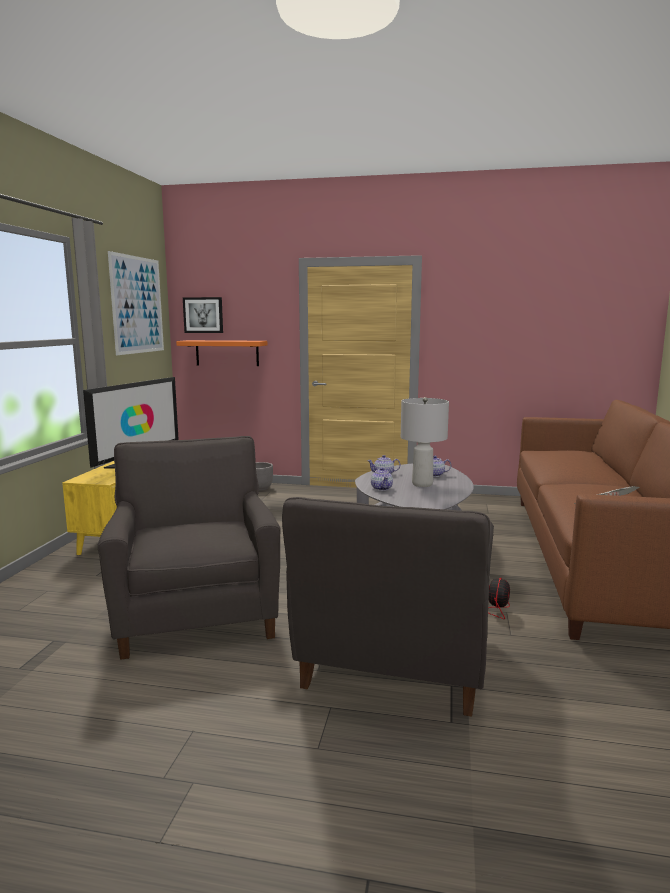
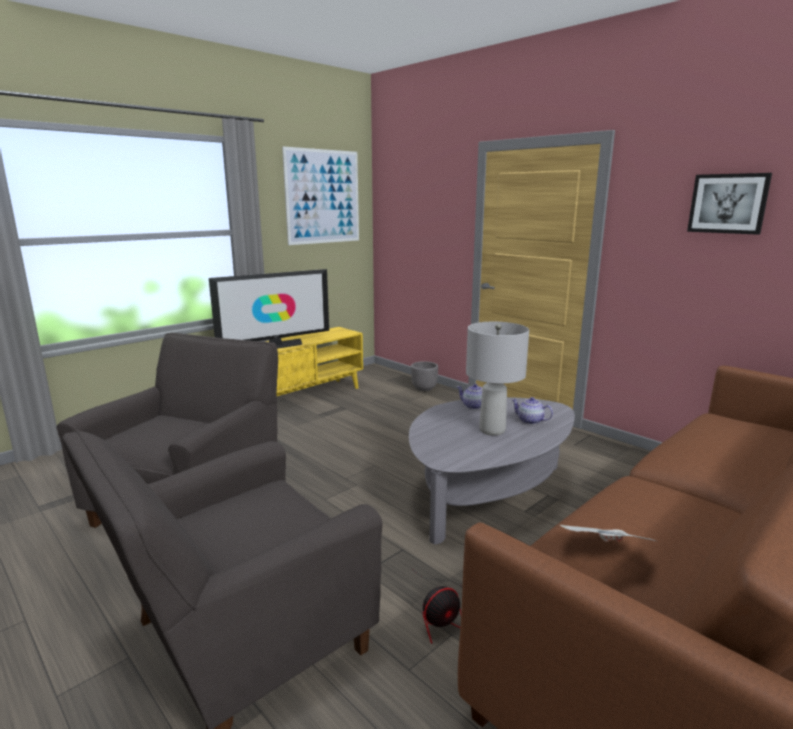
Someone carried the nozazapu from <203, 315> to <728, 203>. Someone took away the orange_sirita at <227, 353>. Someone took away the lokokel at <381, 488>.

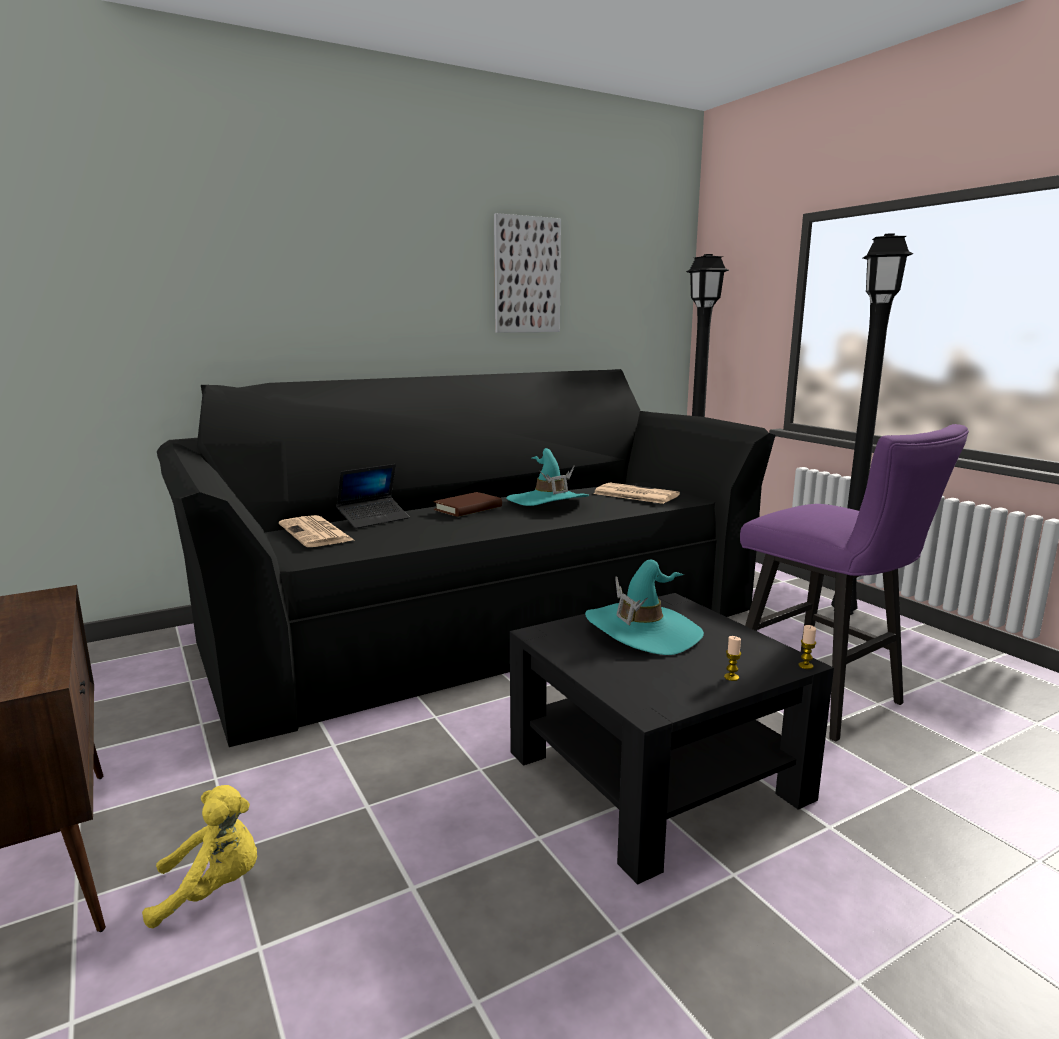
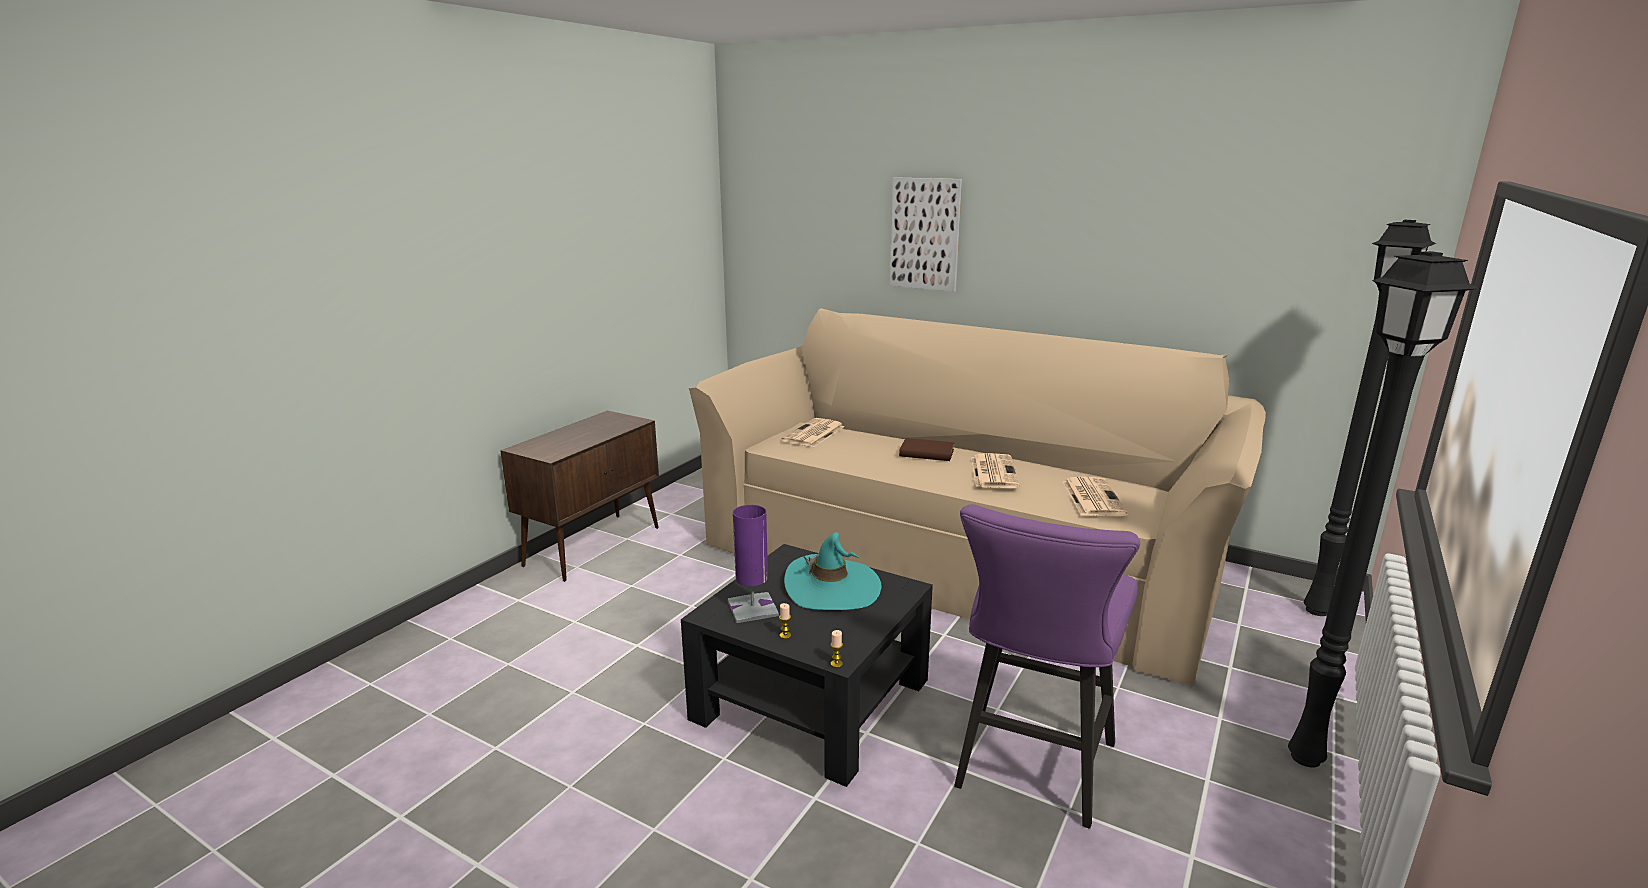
Someone repainted the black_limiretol at <477, 618>, which became the beige_limiretol at <961, 554>. Someone put down the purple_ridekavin at <752, 608>. Someone carried the nozazapu from <527, 275> to <925, 234>. Someone swapped the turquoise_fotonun at <547, 501> for the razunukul at <993, 472>. Someone took away the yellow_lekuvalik at <213, 889>. Someone took away the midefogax at <374, 519>.

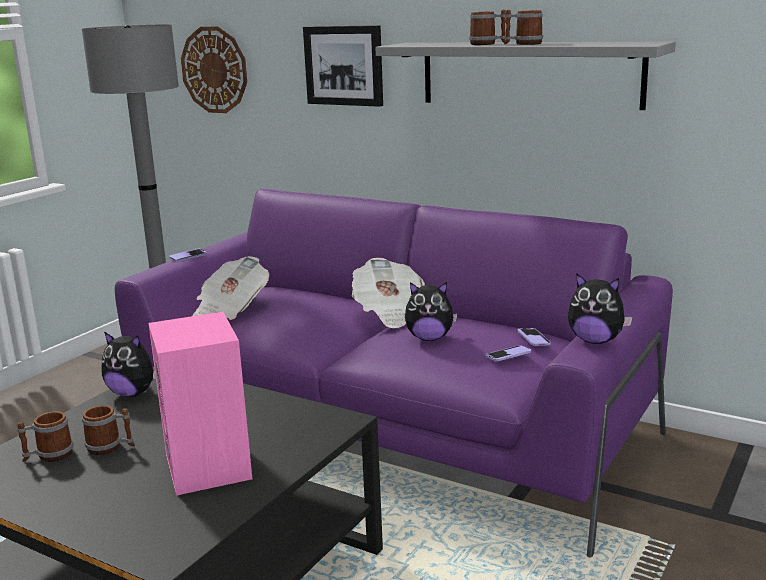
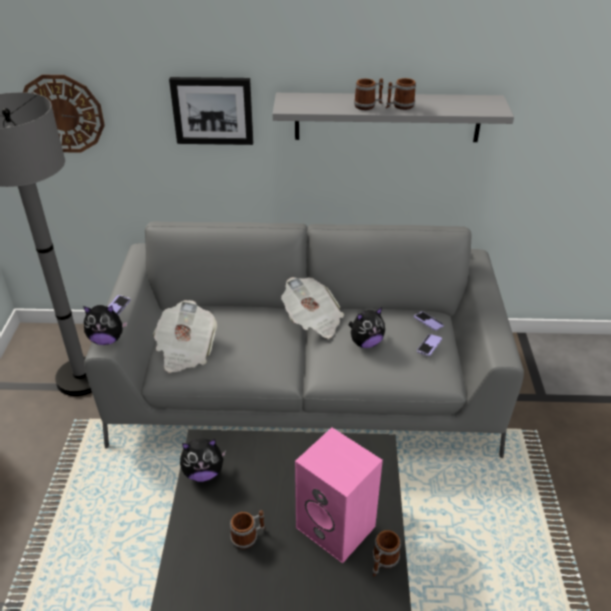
Someone carried the lekuvalik from <595, 340> to <107, 340>. Someone repainted the purple_limiretol at <388, 426>, which became the grey_limiretol at <305, 388>. Someone carried the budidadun from <48, 456> to <383, 562>.

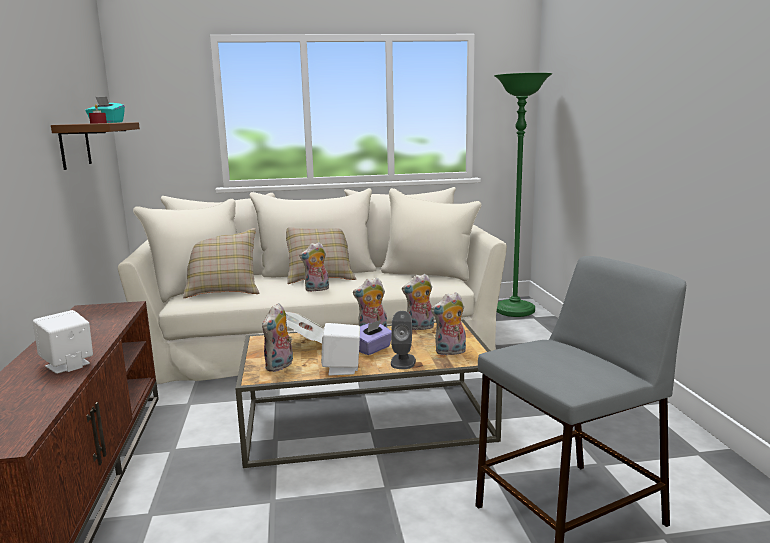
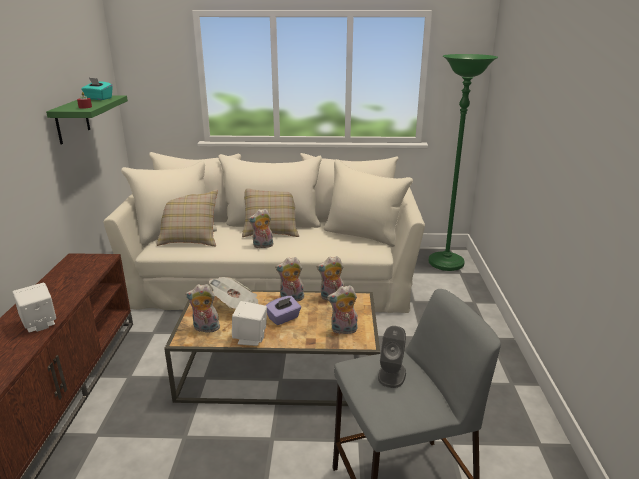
Someone repainted the brown_sirita at <74, 145>, which became the green_sirita at <72, 119>. Someone rotated the lekuvalik at <280, 366> by 60 degrees clockwise. Someone carried the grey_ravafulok from <403, 361> to <392, 374>.

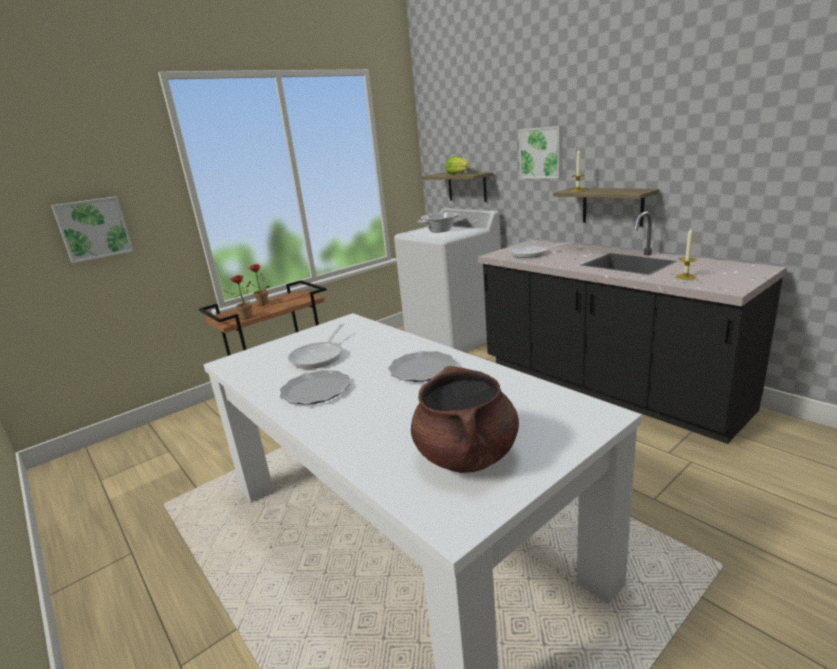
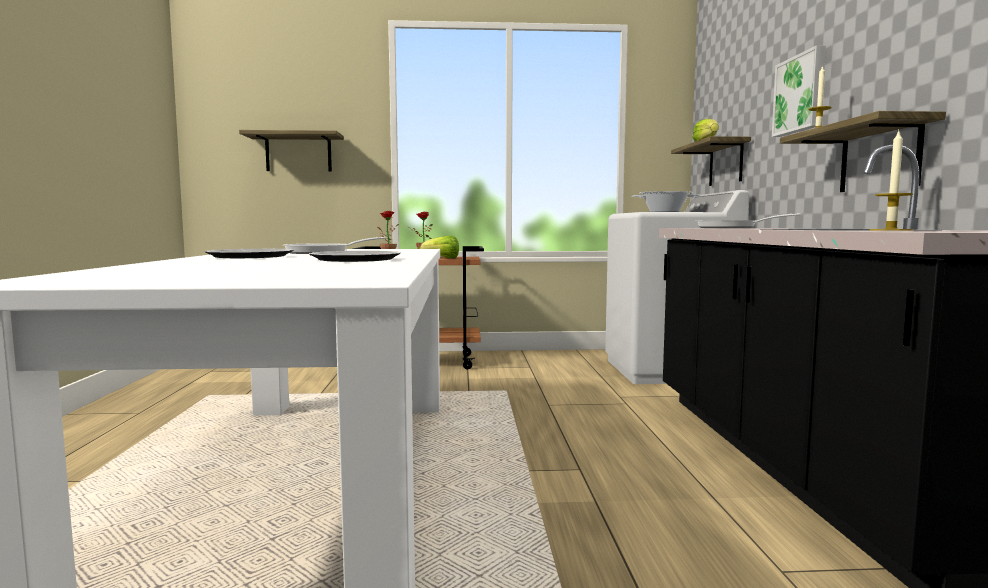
Someone swapped the nozazapu at <93, 229> for the sirita at <298, 153>. Someone put down the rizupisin at <442, 258>. Someone took away the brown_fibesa at <466, 455>.

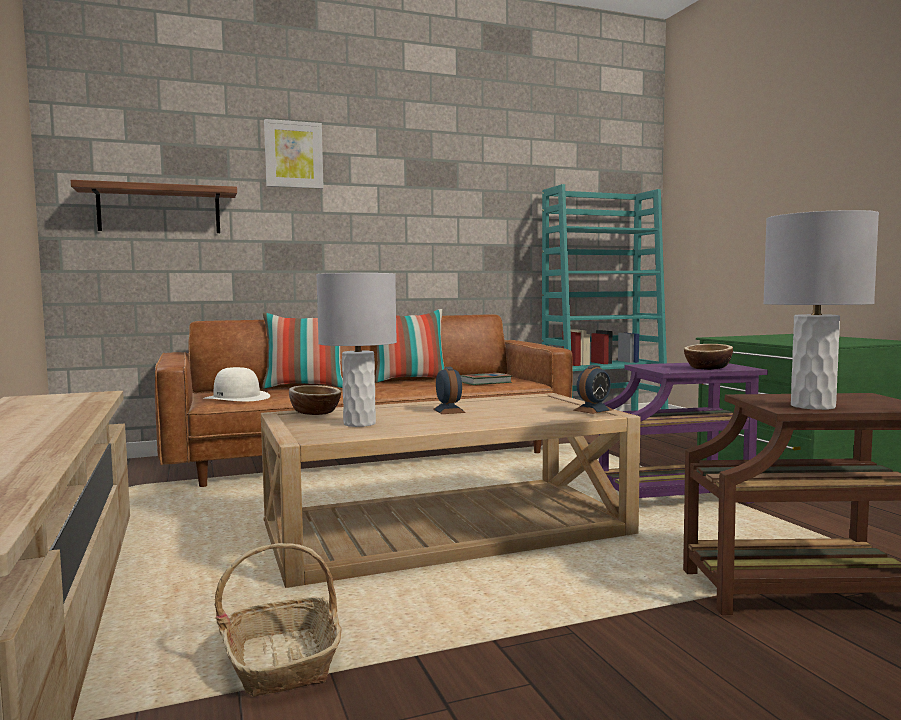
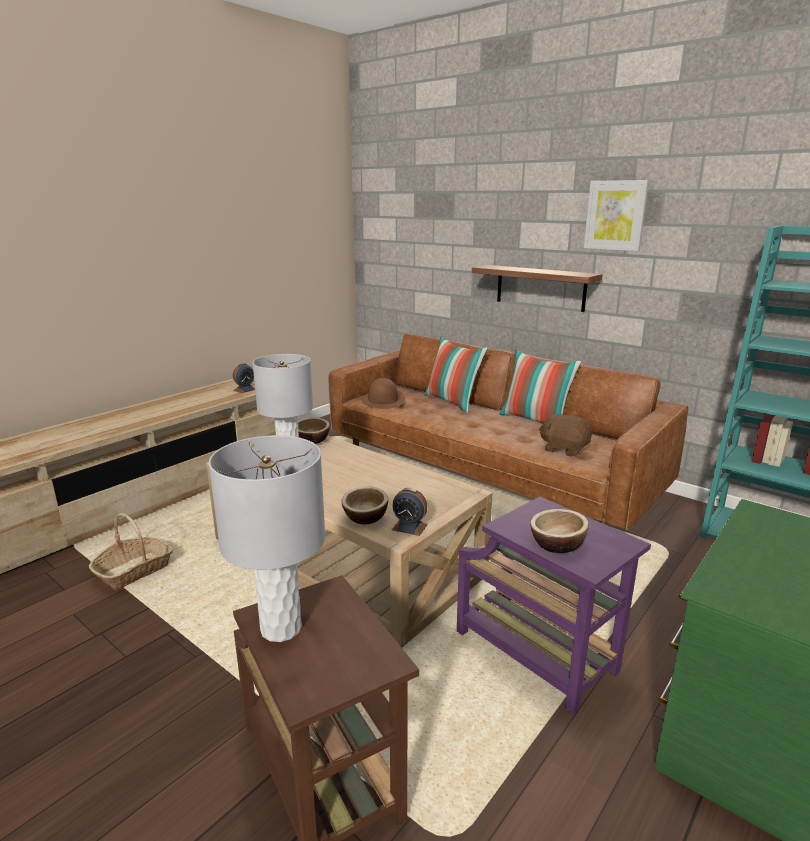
Someone carried the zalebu from <449, 411> to <245, 389>. Someone put down the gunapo at <365, 517>. Someone repainted the white_fotonun at <237, 397>, which became the brown_fotonun at <383, 400>. Someone carried the sirita from <159, 210> to <540, 287>. Someone swapped the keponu at <485, 382> for the brown_lekuvalik at <564, 449>. Someone carried the nozazapu from <293, 155> to <615, 215>.

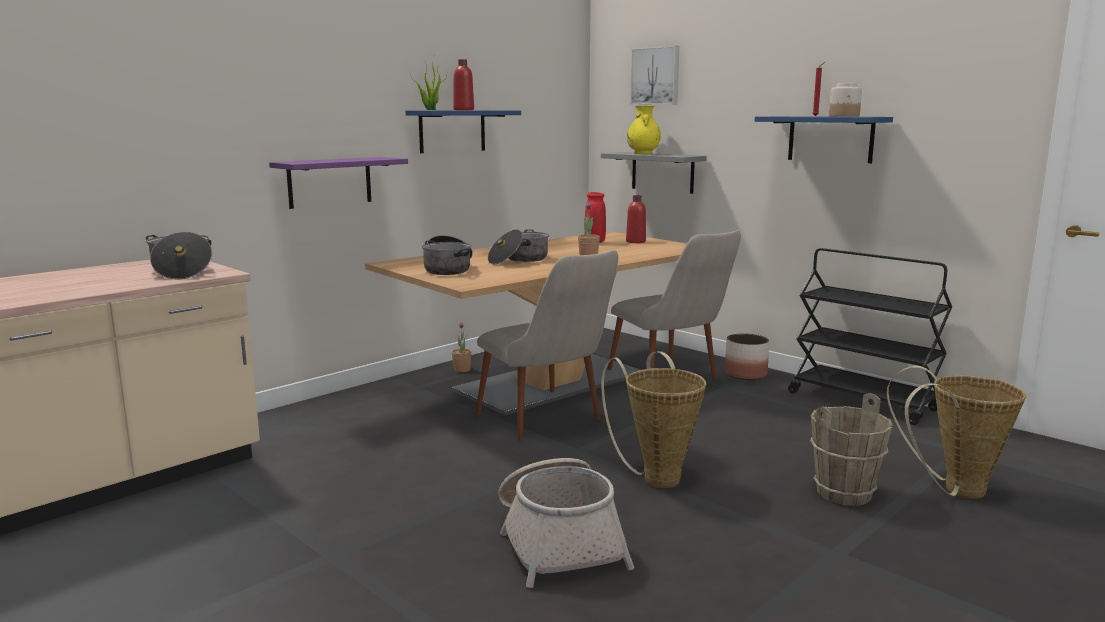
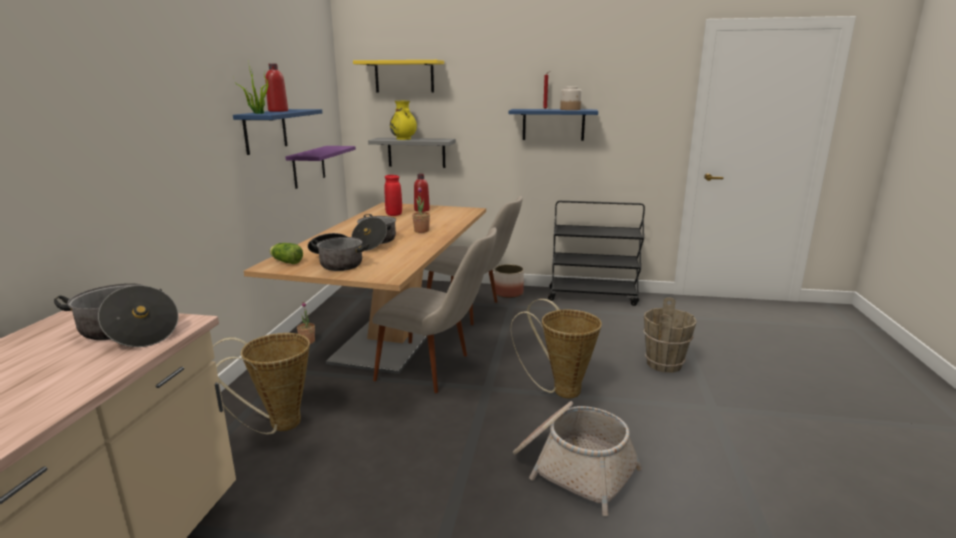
Someone carried the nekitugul from <954, 490> to <277, 425>. Someone put down the rizupisin at <286, 262>. Someone carried the purple_sirita from <330, 182> to <309, 166>. Someone swapped the nozazapu at <656, 76> for the yellow_sirita at <404, 76>.

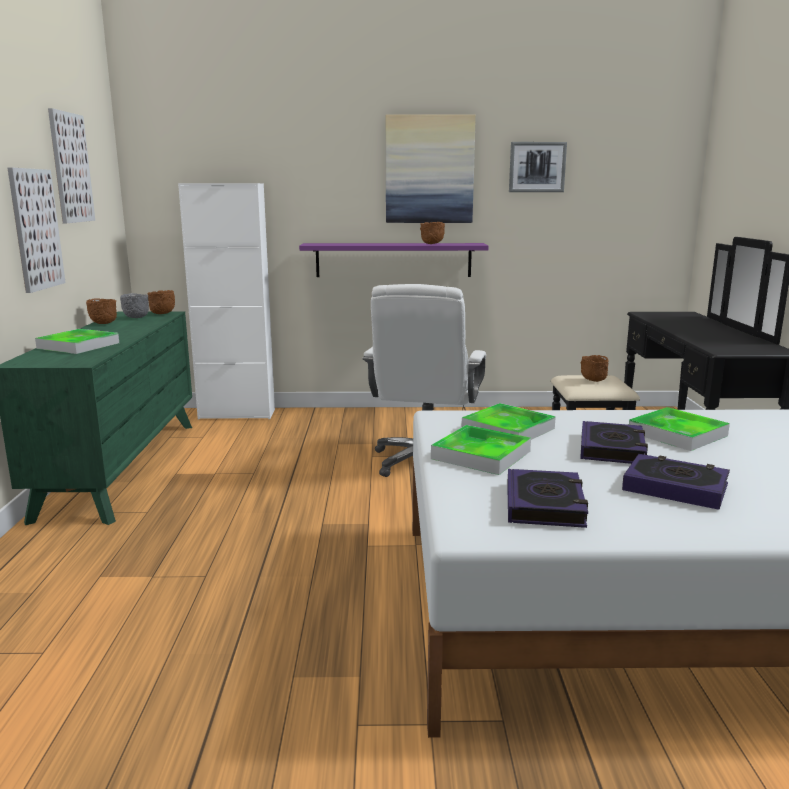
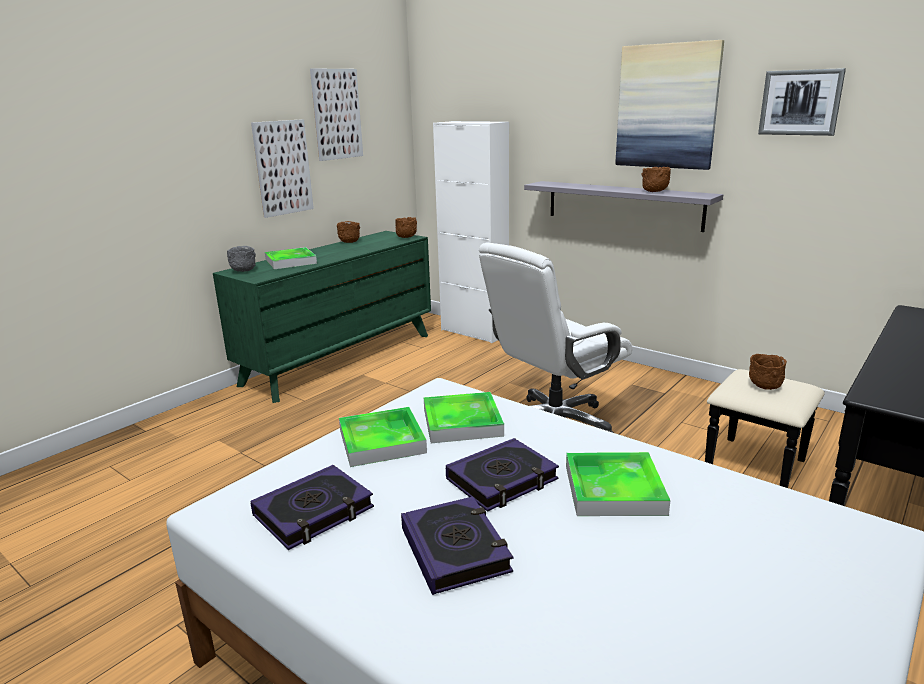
Someone carried the grey_gunapo from <136, 318> to <243, 271>. Someone repainted the purple_sirita at <393, 260>, which became the grey_sirita at <623, 205>.

